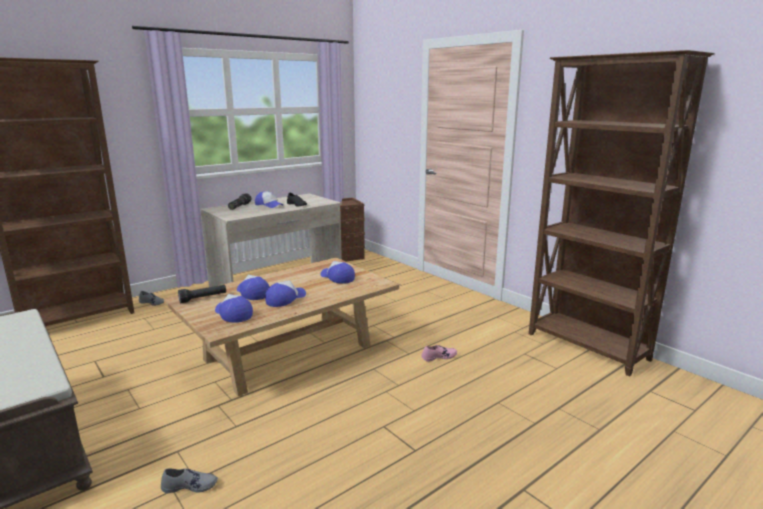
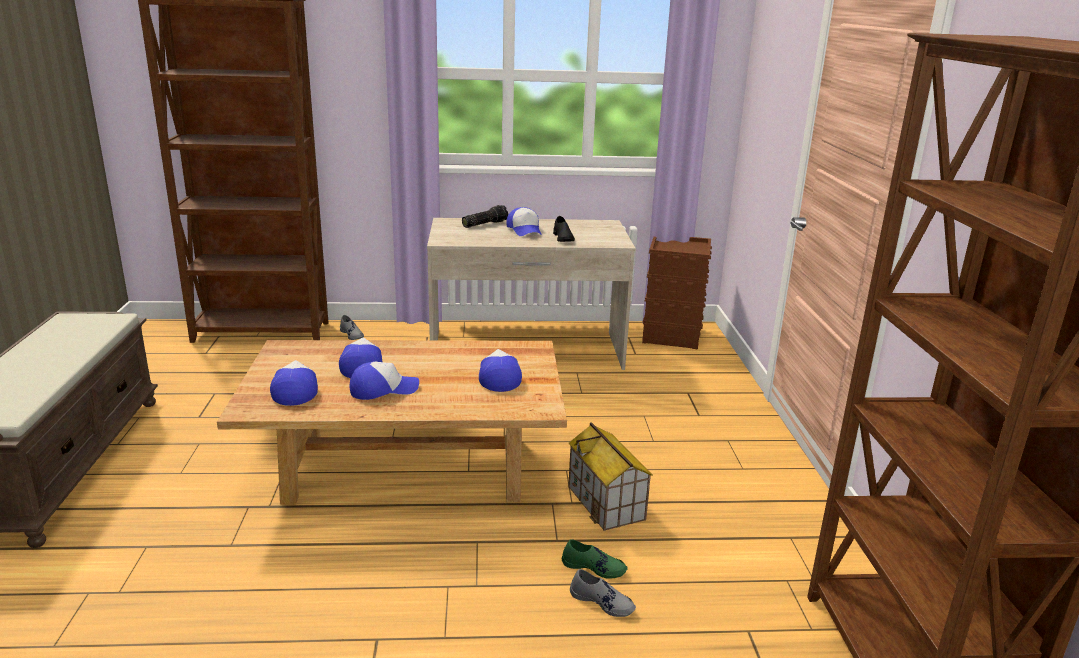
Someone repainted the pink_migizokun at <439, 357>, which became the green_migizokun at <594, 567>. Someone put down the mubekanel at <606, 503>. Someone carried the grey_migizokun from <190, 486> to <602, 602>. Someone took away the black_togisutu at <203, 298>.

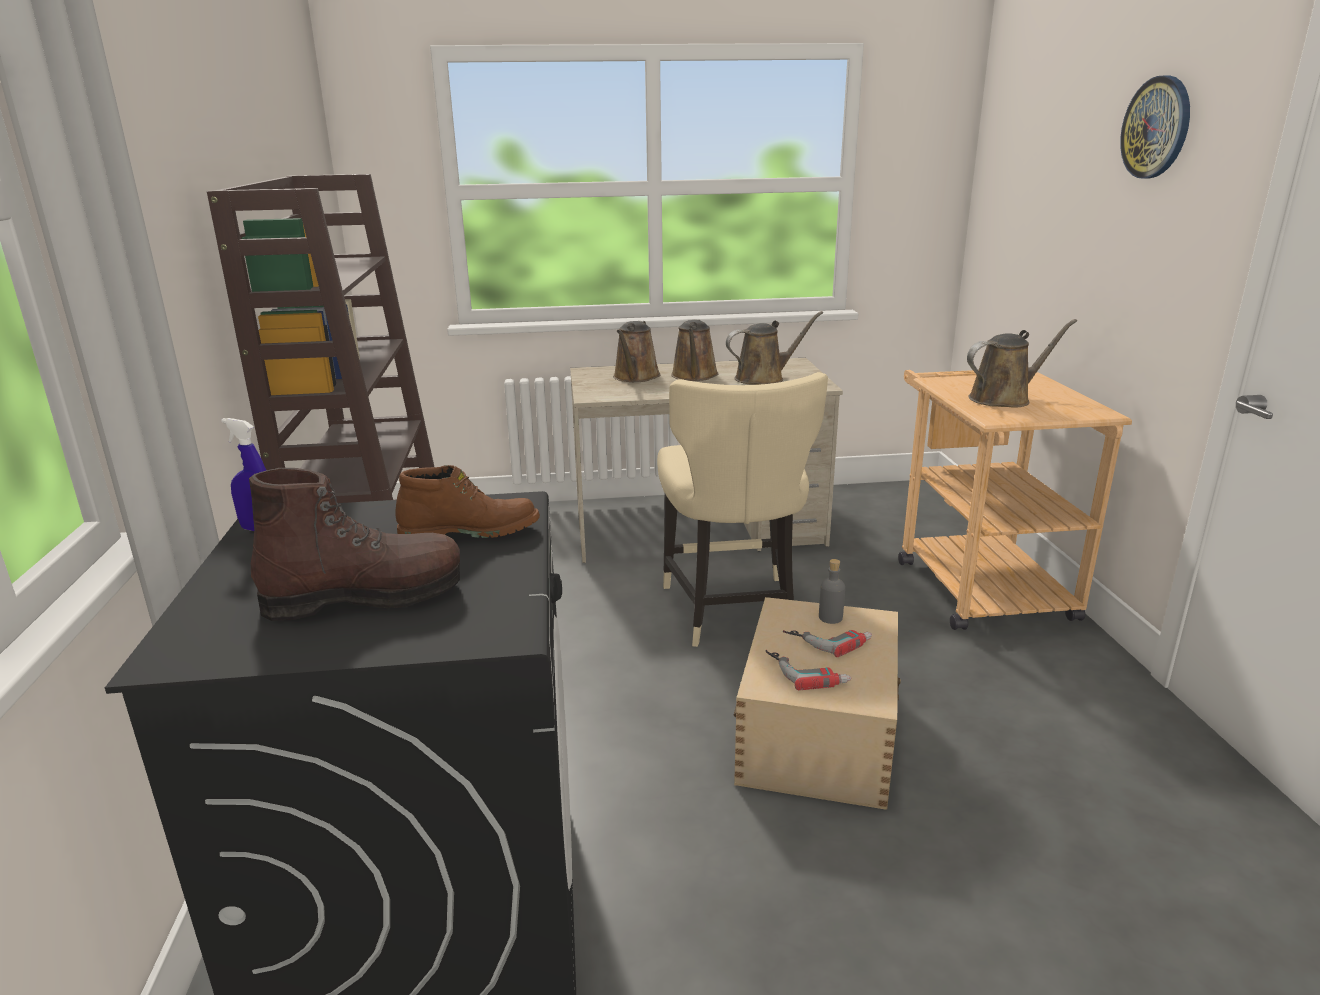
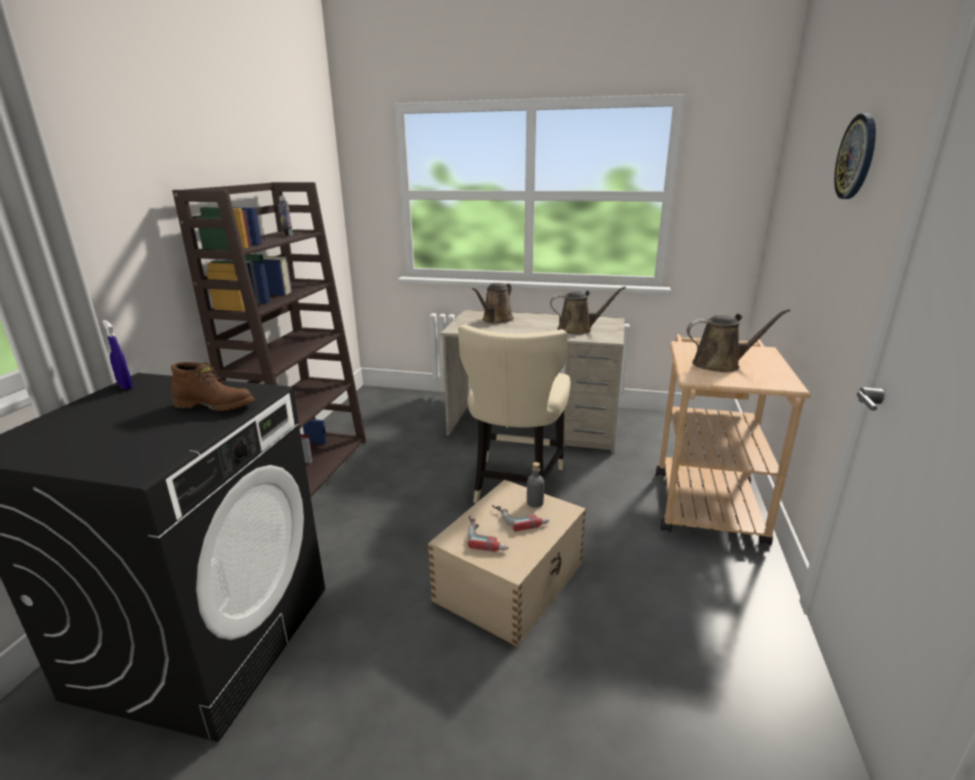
Someone put down the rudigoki at <287, 235>. Someone took away the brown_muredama at <365, 596>. Someone took away the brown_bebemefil at <694, 376>.

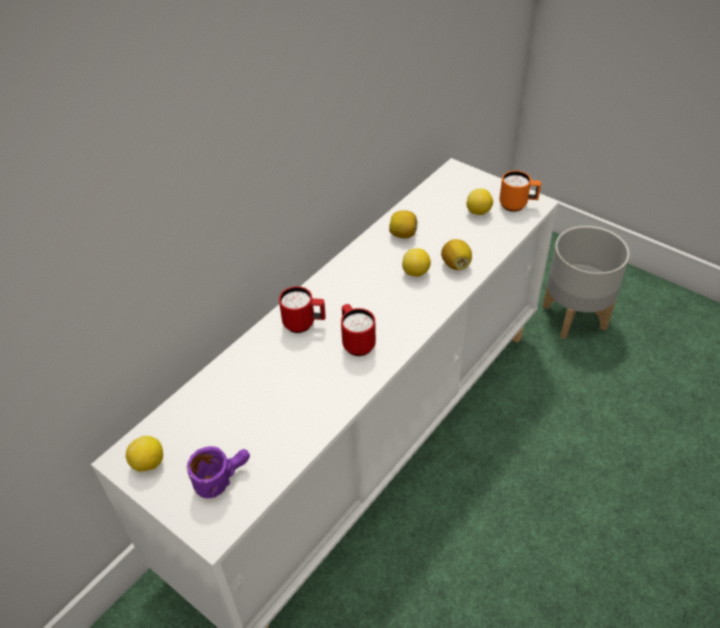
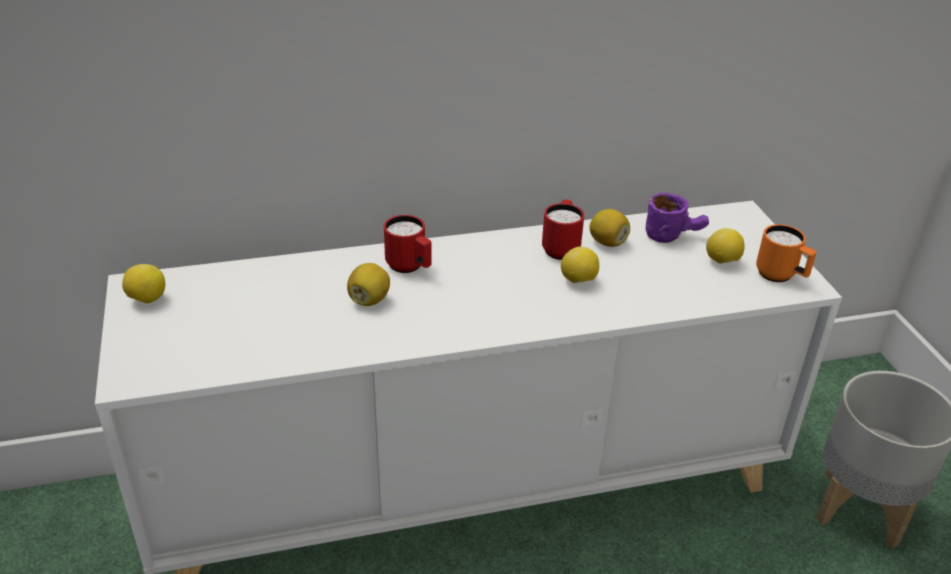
Someone carried the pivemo from <456, 264> to <369, 300>. Someone carried the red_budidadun from <356, 342> to <561, 248>. Someone carried the purple_budidadun from <222, 477> to <673, 235>.

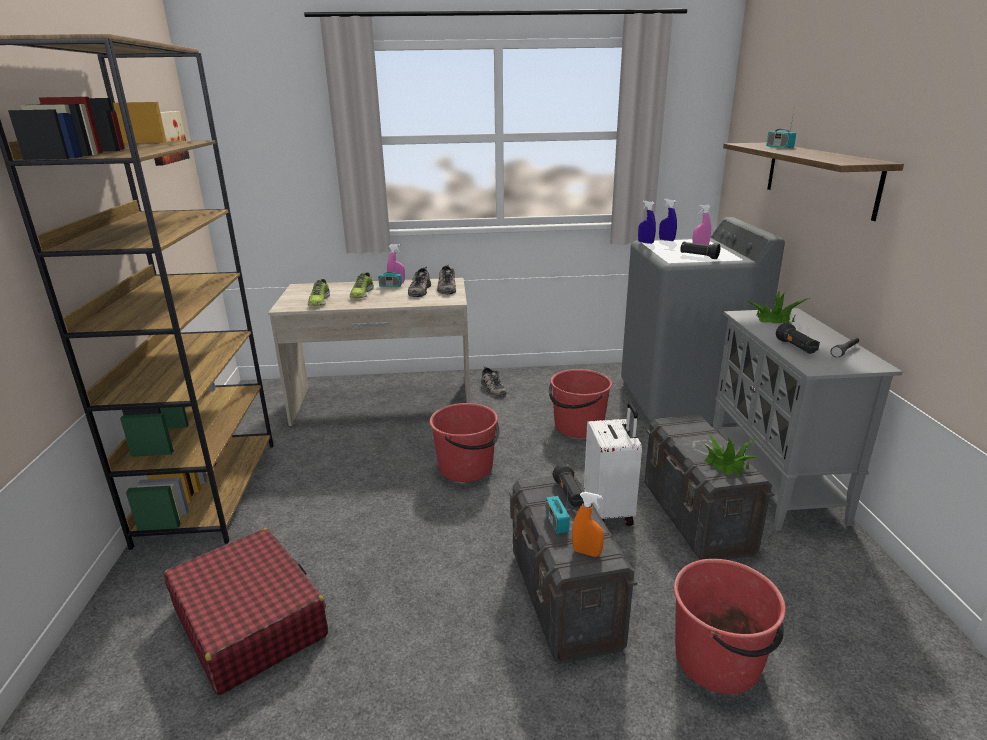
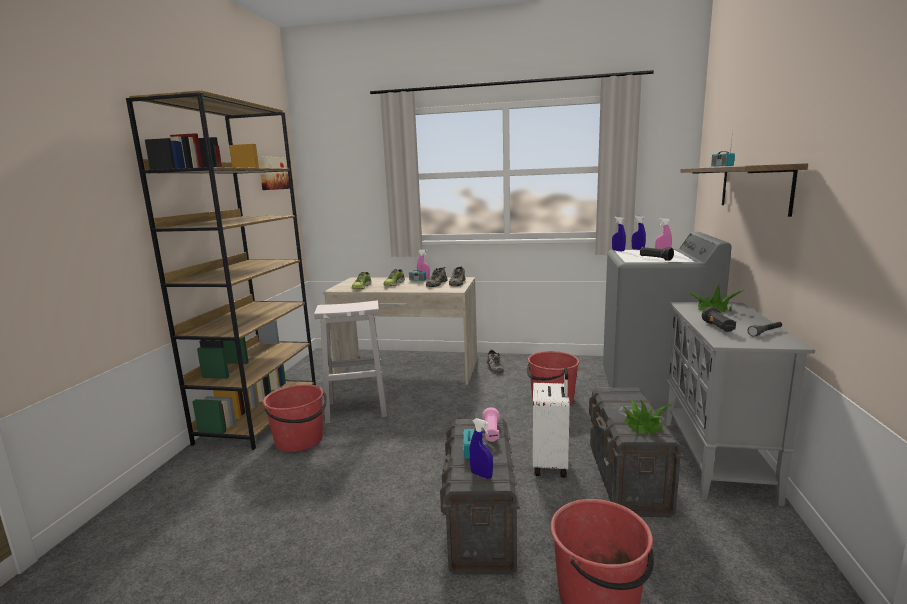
Someone carried the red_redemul from <466, 467> to <299, 440>. Someone put down the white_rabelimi at <355, 409>. Someone repainted the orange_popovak at <586, 552>, which became the blue_popovak at <481, 475>. Someone repainted the black_togisutu at <569, 495>, which became the pink_togisutu at <491, 433>. Someone took away the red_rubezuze at <250, 621>.

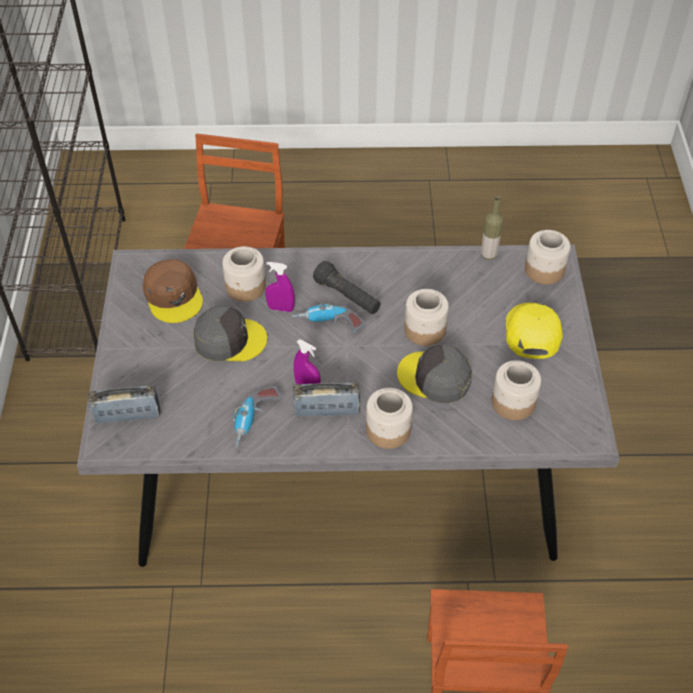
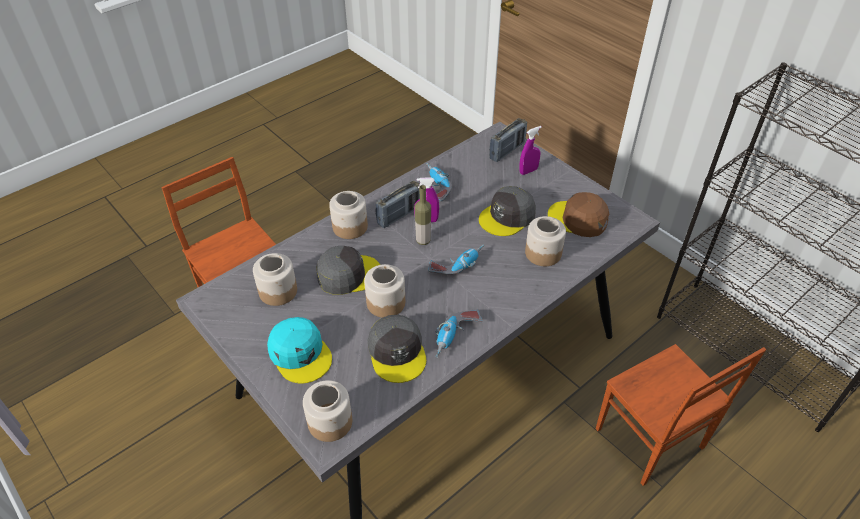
Someone repainted the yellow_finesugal at <532, 332>, which became the turquoise_finesugal at <300, 354>. Someone put down the grey_finesugal at <397, 352>. Someone carried the rudigoki from <488, 255> to <423, 240>. Someone put down the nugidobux at <456, 338>. Someone carried the purple_popovak from <280, 308> to <528, 171>. Someone took away the black_togisutu at <347, 296>.

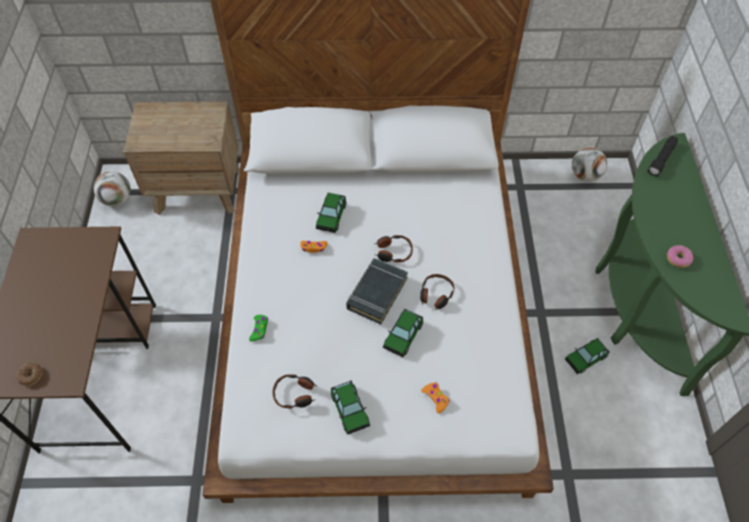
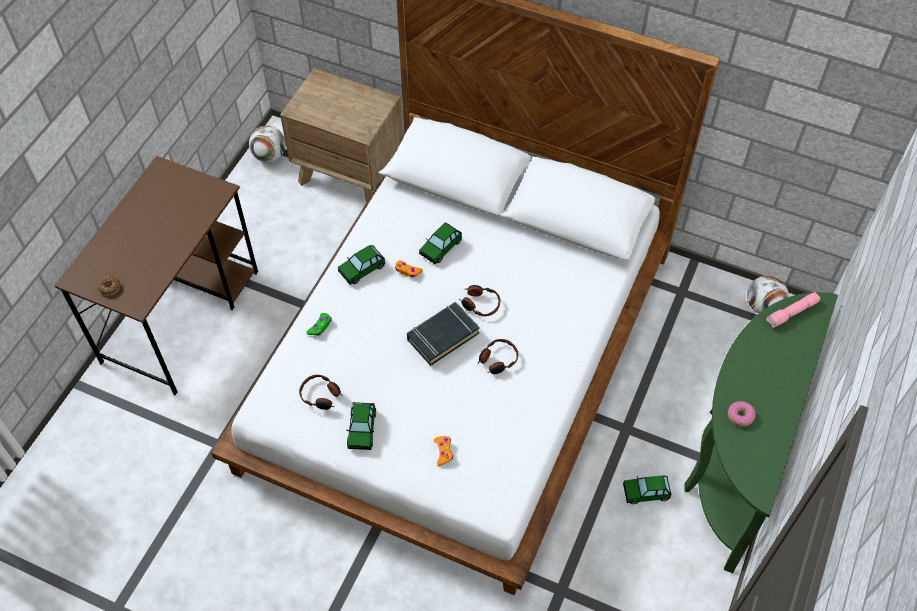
Someone carried the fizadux from <403, 336> to <362, 269>. Someone repainted the black_togisutu at <661, 160>, which became the pink_togisutu at <791, 313>.

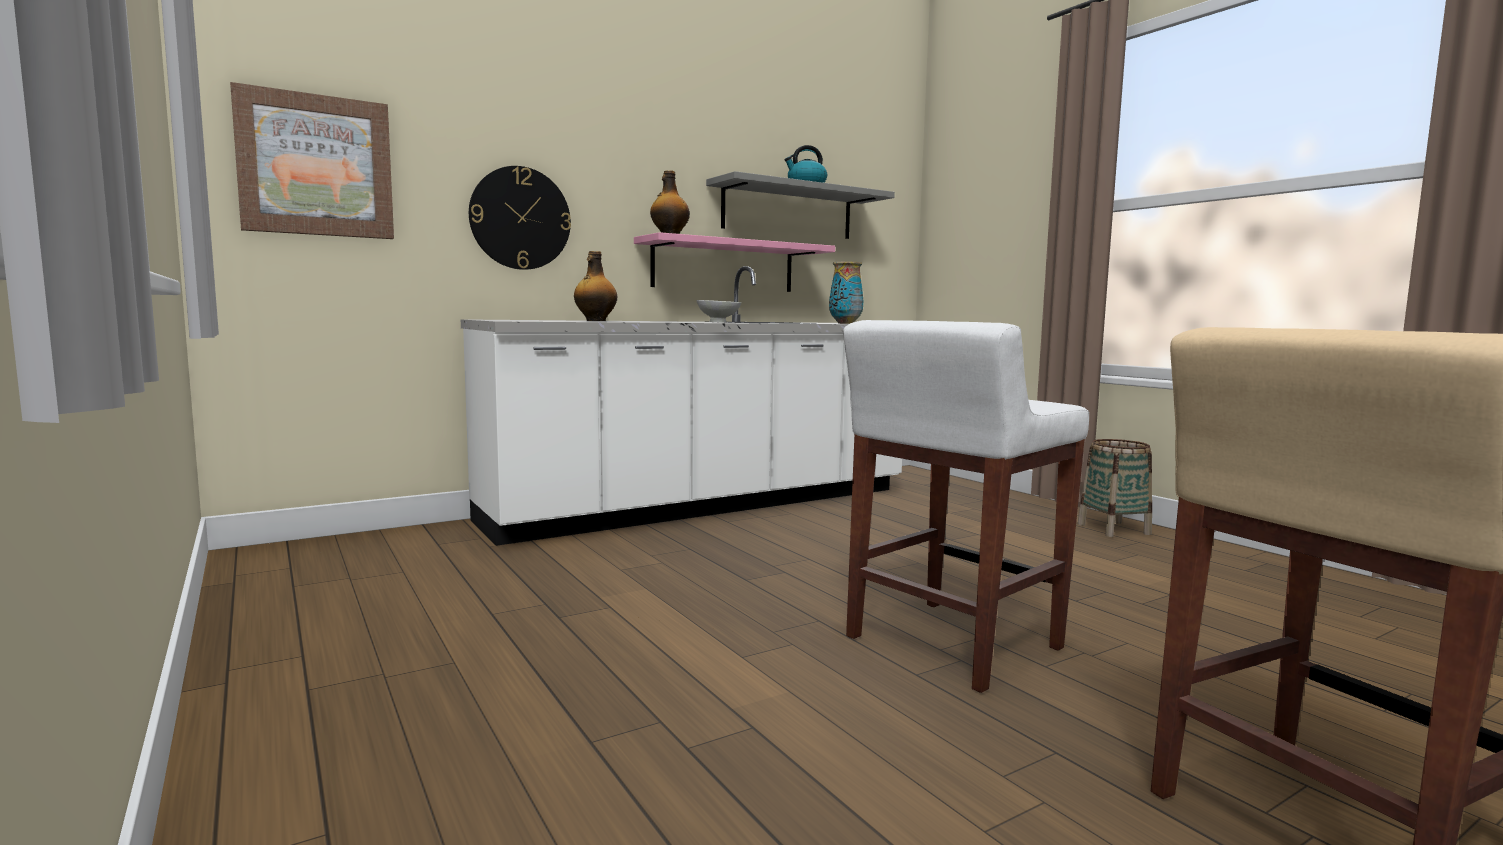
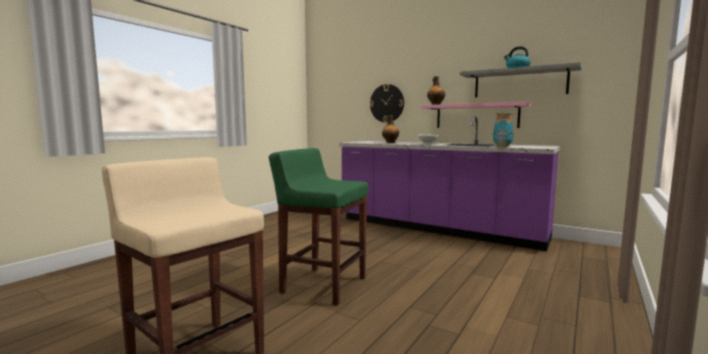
Someone repainted the white_rabelimi at <950, 644>, which became the green_rabelimi at <322, 285>. Someone repainted the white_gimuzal at <705, 506>, which became the purple_gimuzal at <437, 229>. Someone took away the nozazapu at <316, 166>. Someone took away the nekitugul at <1114, 529>.

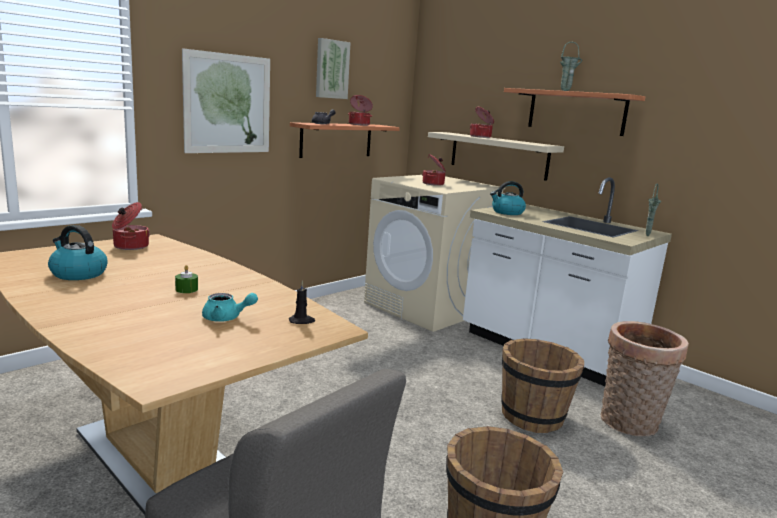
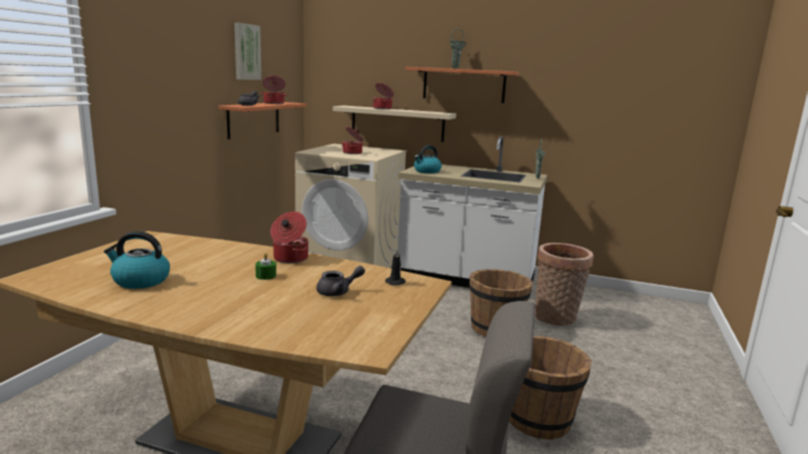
Someone carried the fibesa from <130, 246> to <290, 258>. Someone repainted the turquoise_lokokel at <226, 318>, which became the grey_lokokel at <338, 292>. Someone took away the nozazapu at <228, 104>.

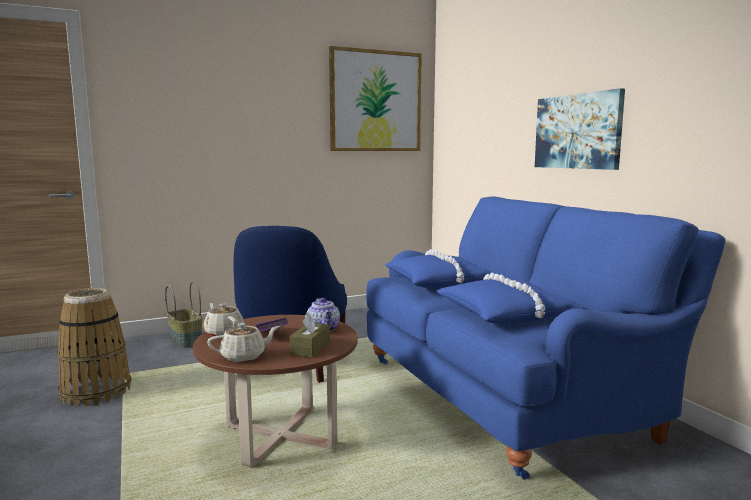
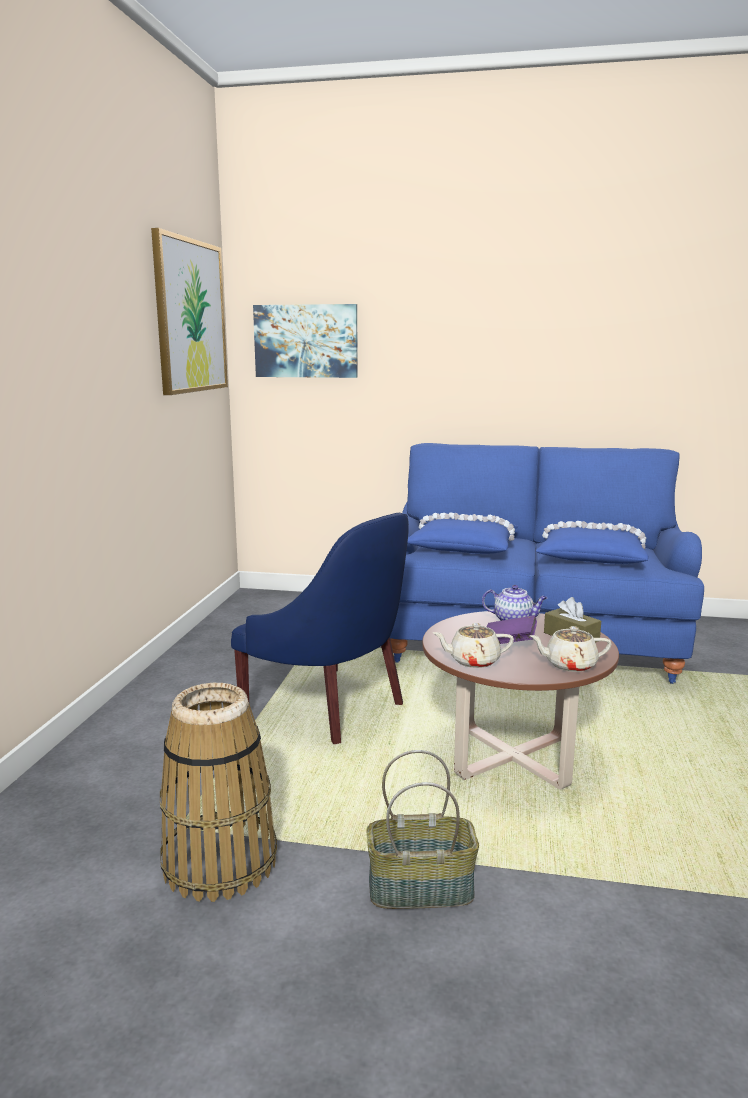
Someone carried the nozazapu from <577, 131> to <306, 341>. Someone carried the nekitugul from <186, 340> to <421, 887>. Someone rotated the beige_lokokel at <244, 356> by 105 degrees counterclockwise.

